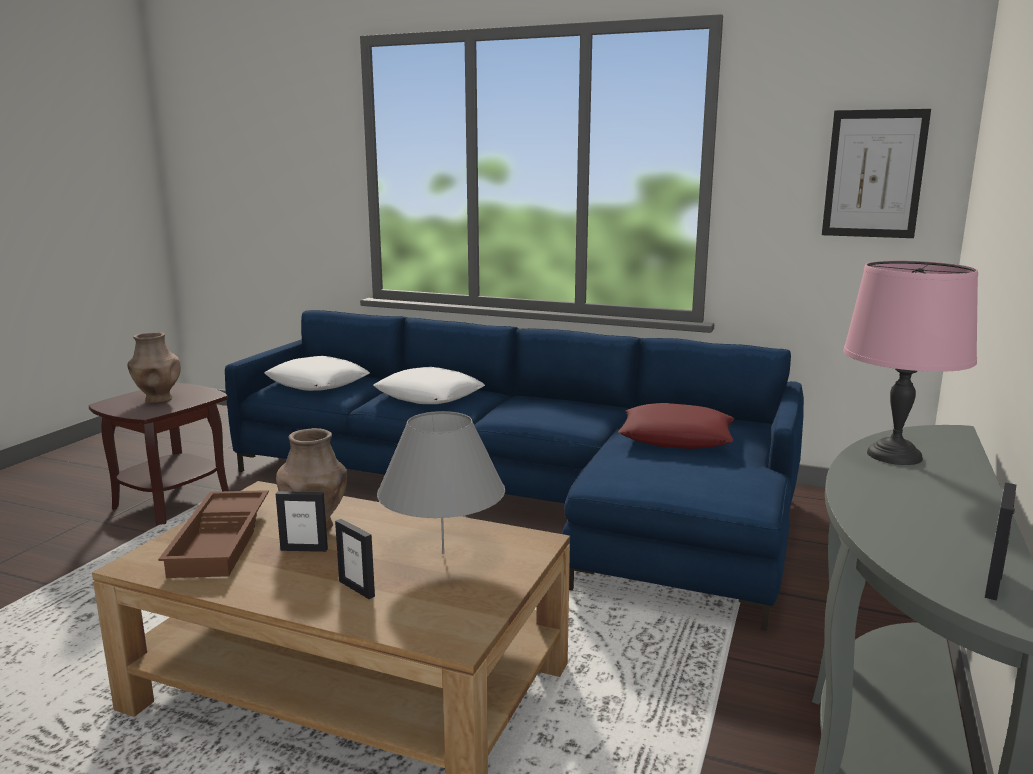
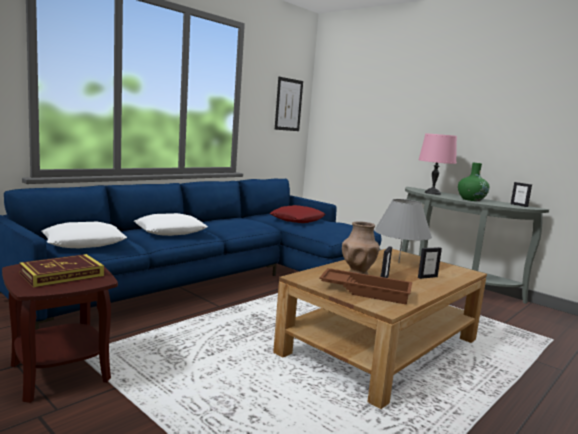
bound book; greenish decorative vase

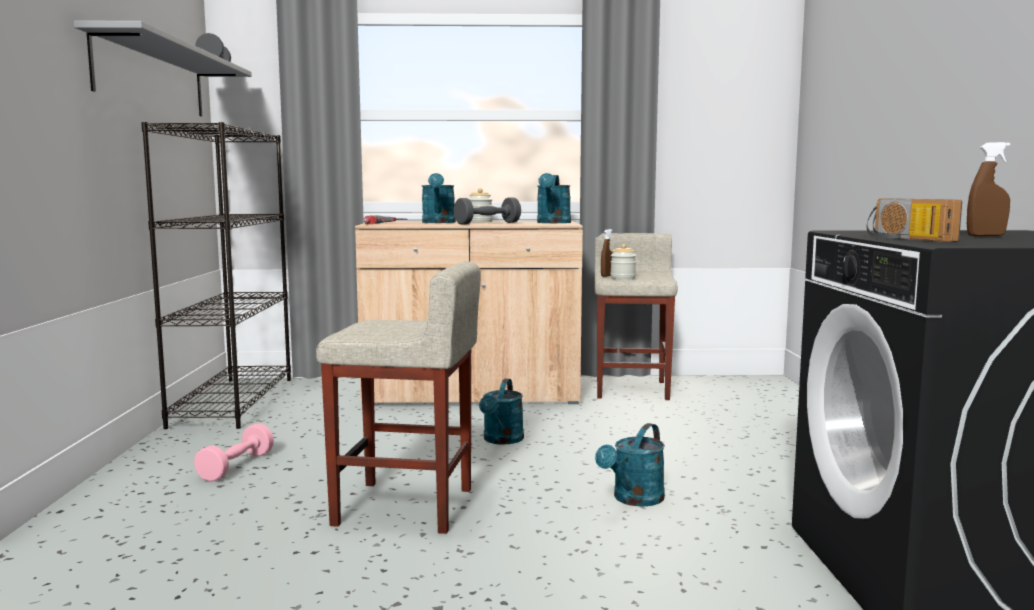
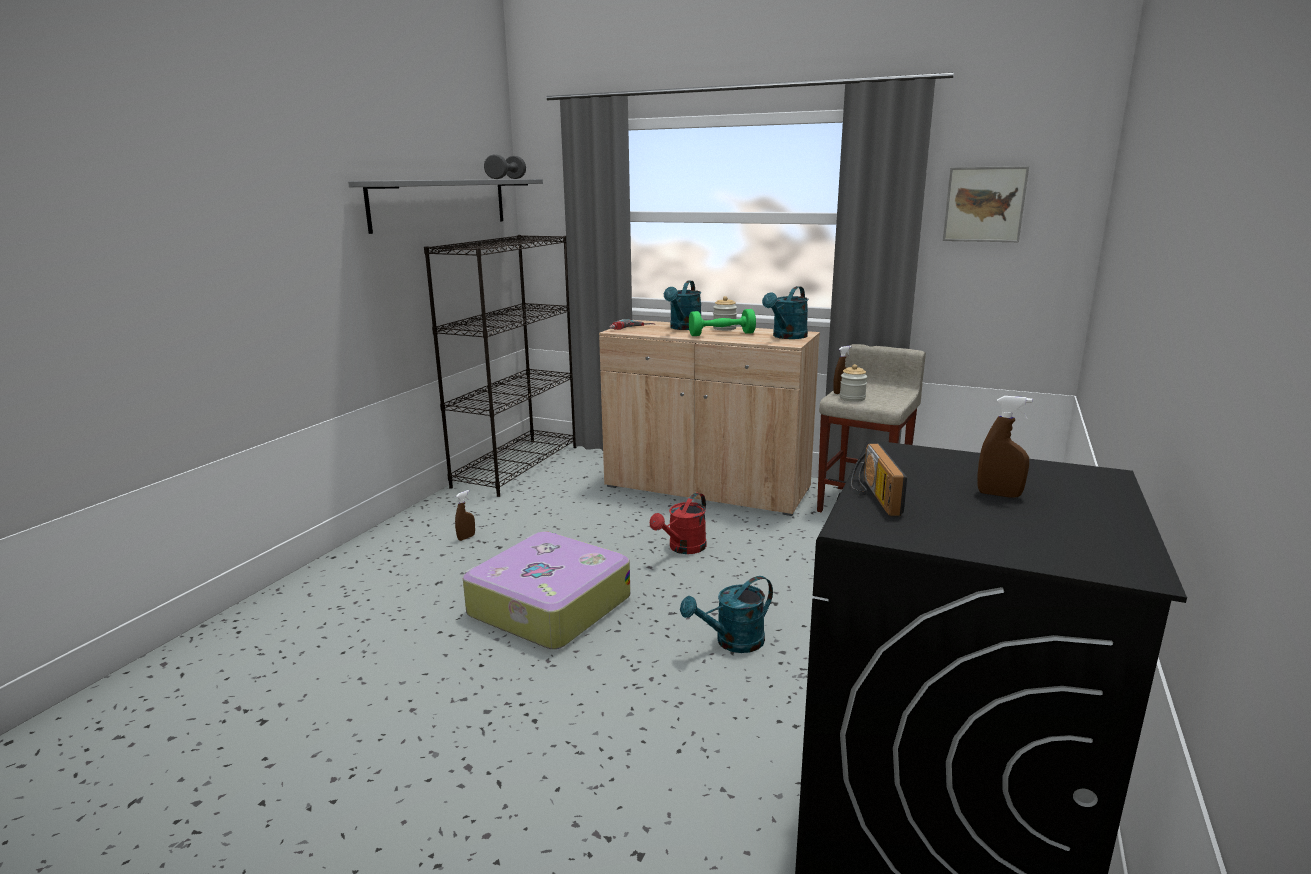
brown sprayer (no. 1 from left); suitcase; greenish dumbbell; reddish watering pot; wall picture

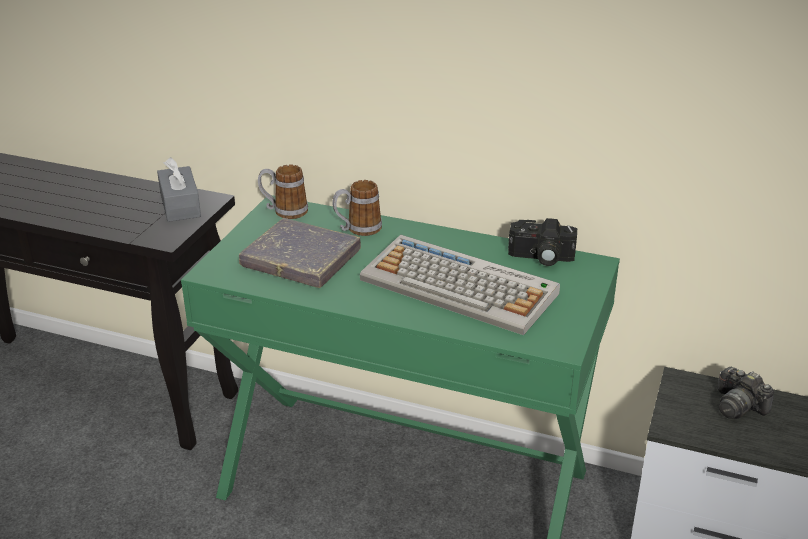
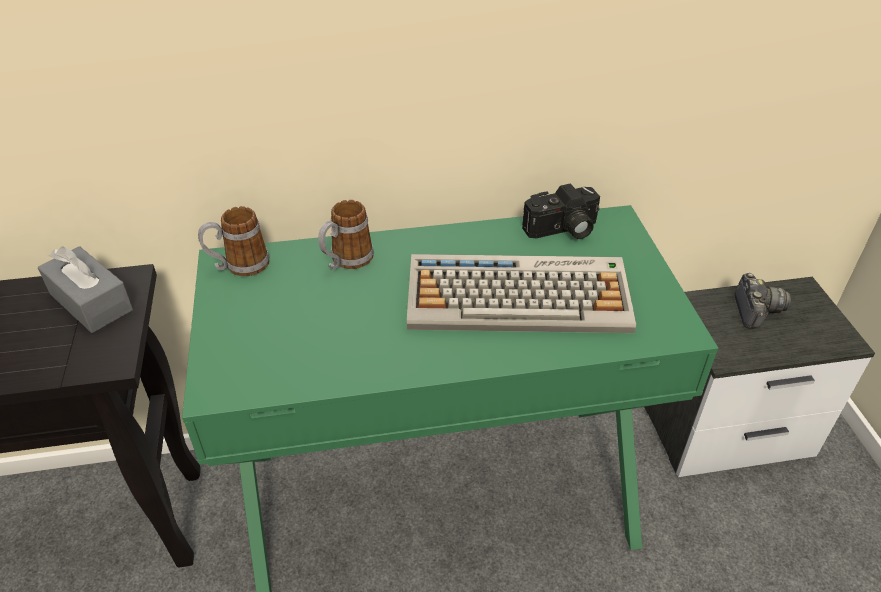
gray bound book; still camera (no. 2 from left)

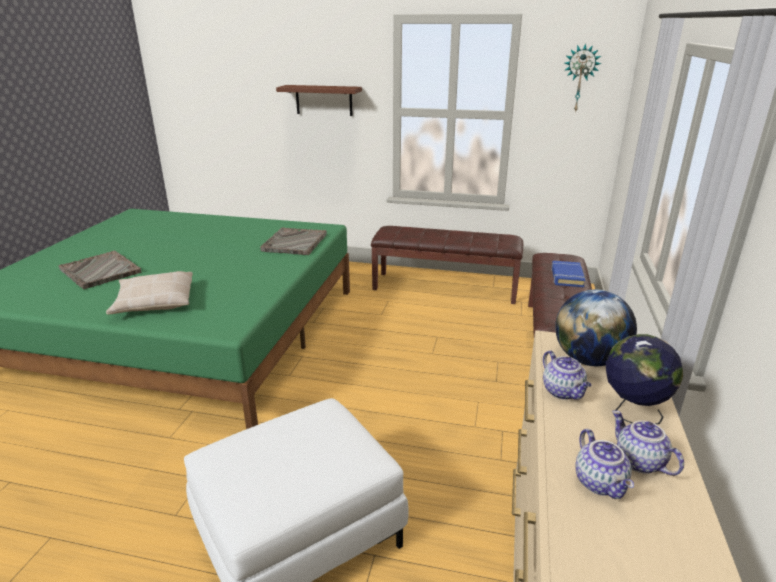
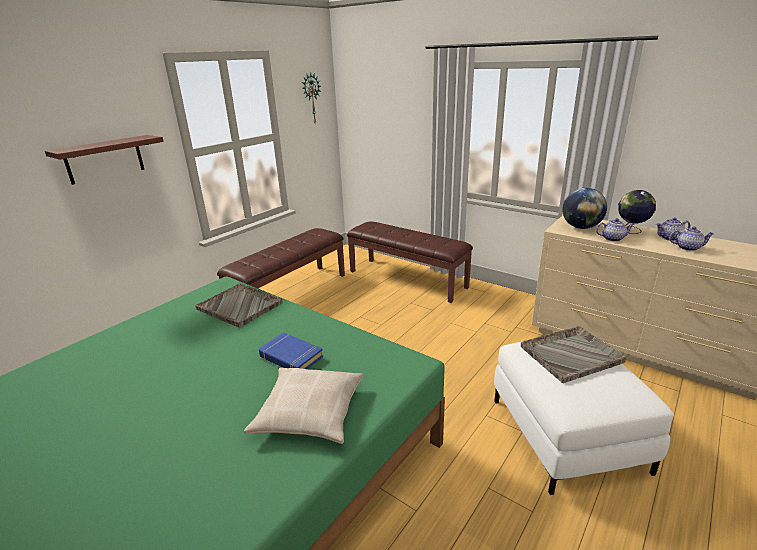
gray tray (no. 2 from left); blue bound book

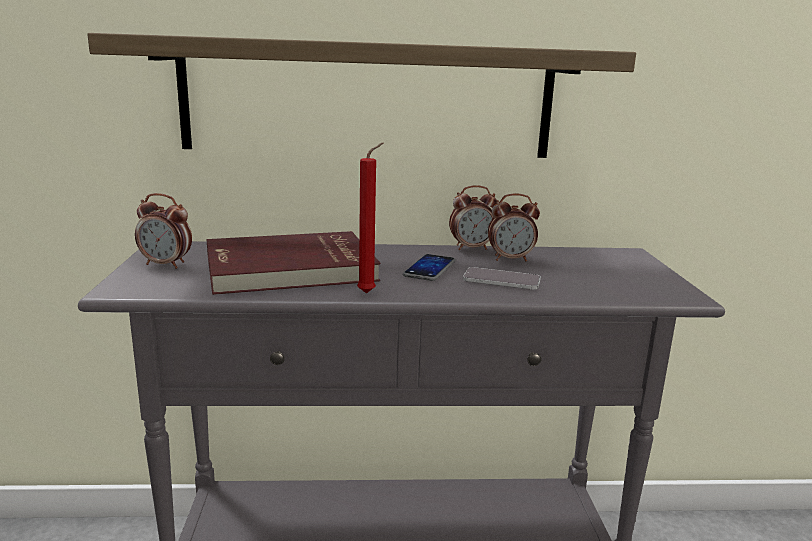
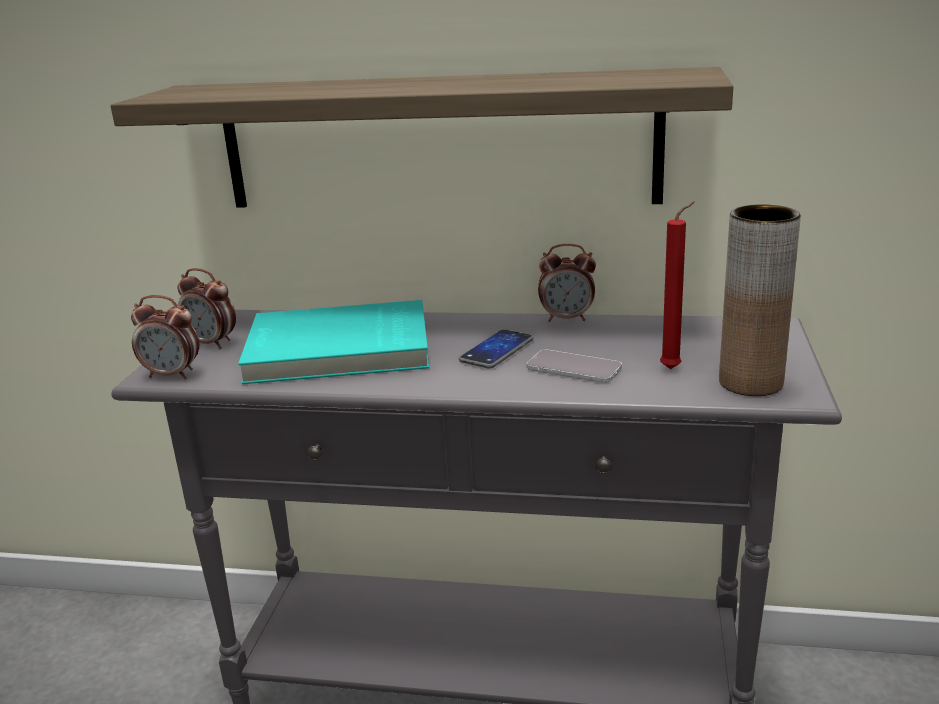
blue-green bound book; reddish wax candle; bedside clock (no. 1 from left); brown decorative vase

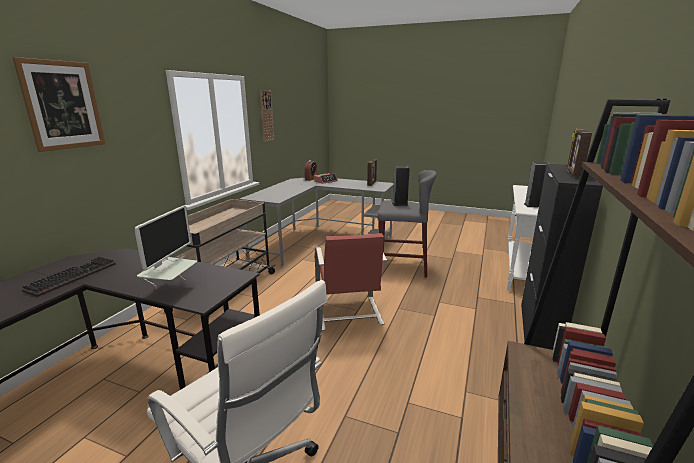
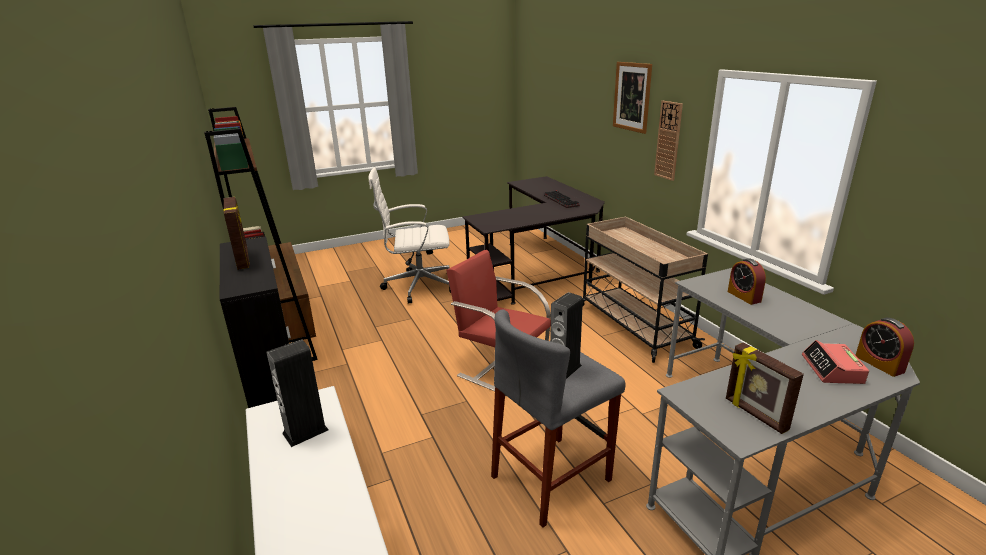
monitor; hanging clock; bedside clock (no. 1 from left)

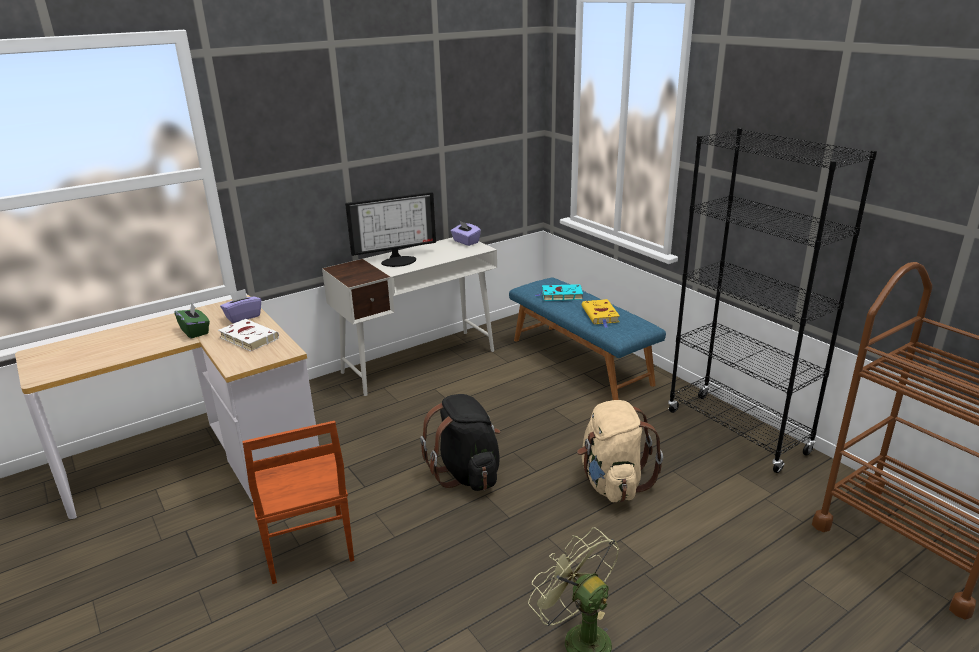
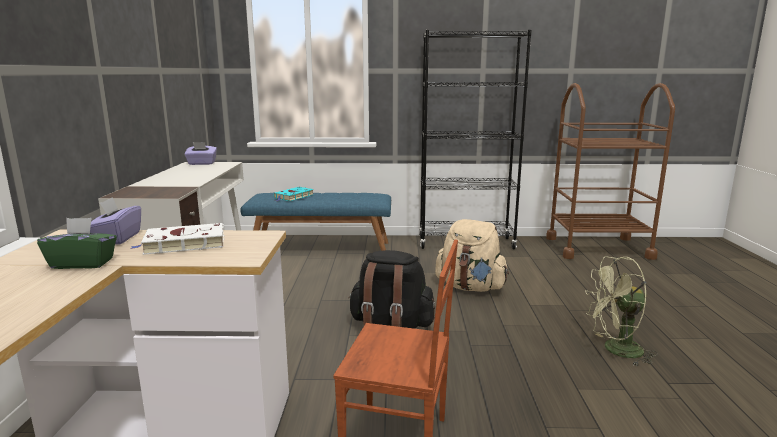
monitor; yellowish bound book

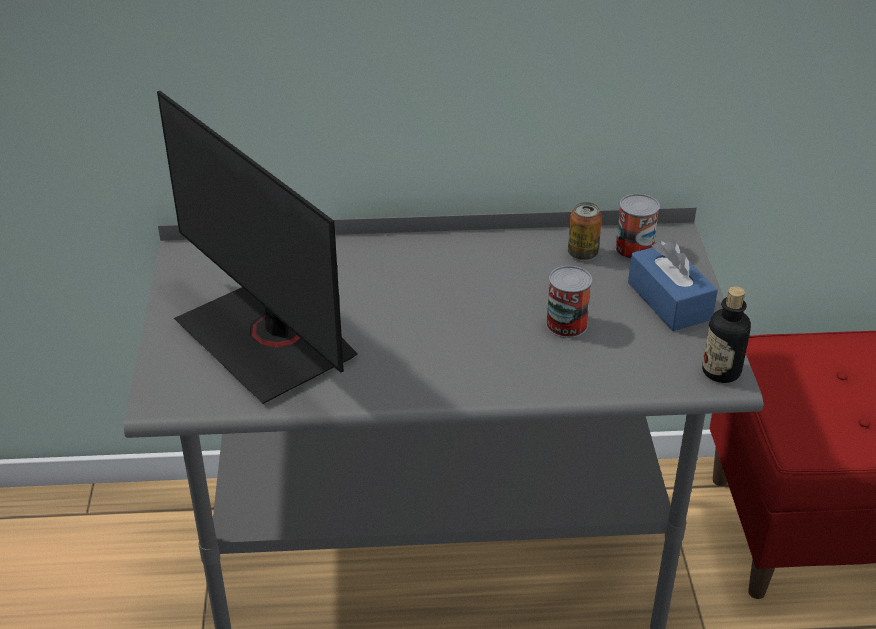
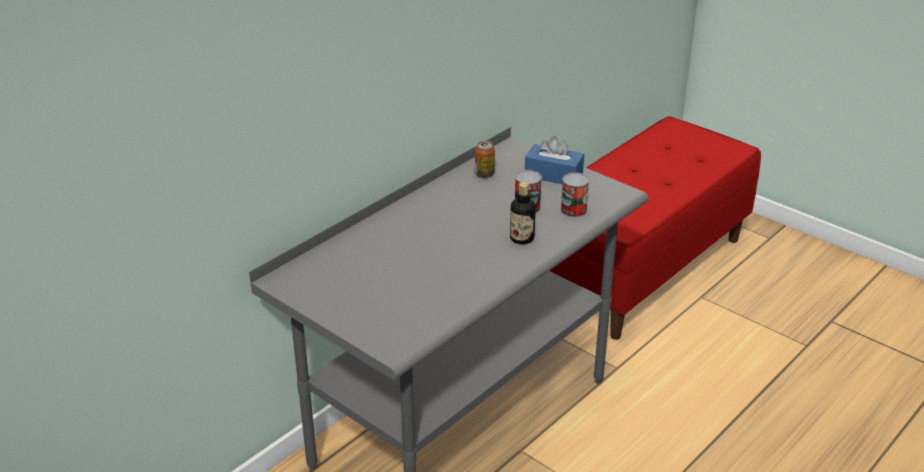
monitor; sealed can (no. 3 from left); beverage bottle

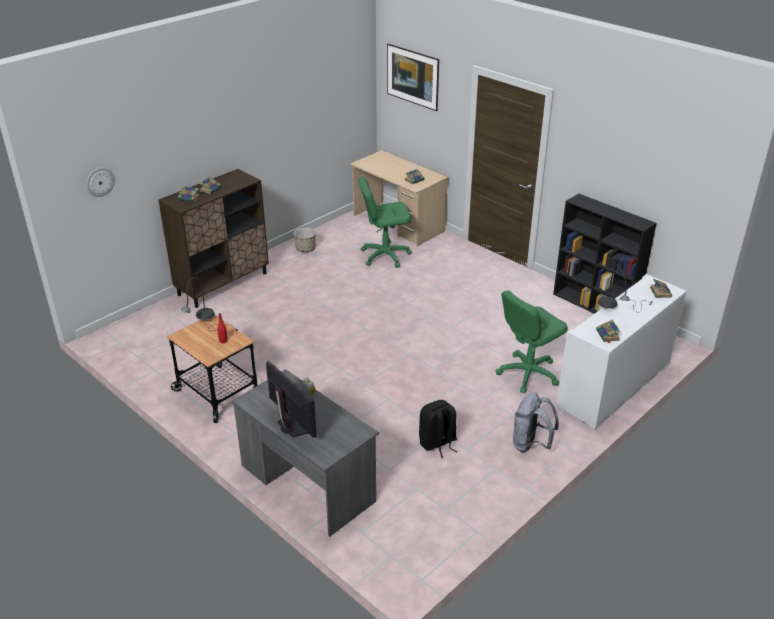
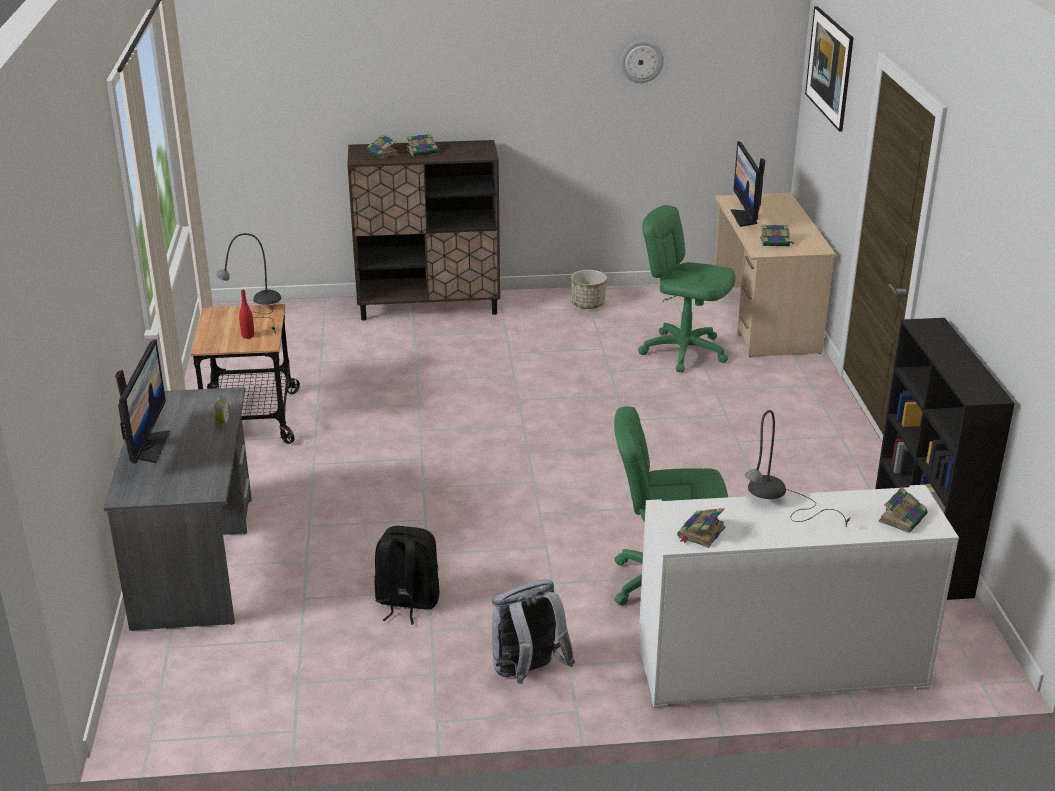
hanging clock; monitor (no. 2 from left)

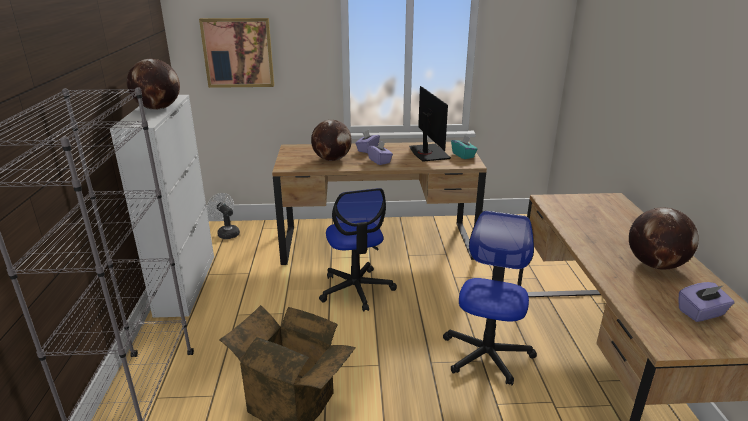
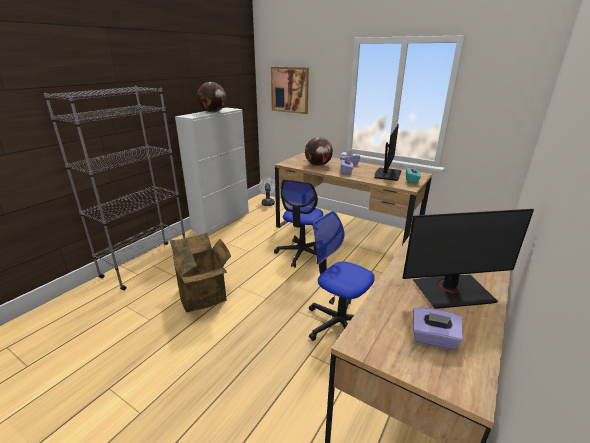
desk chair (no. 2 from left); monitor (no. 2 from left)

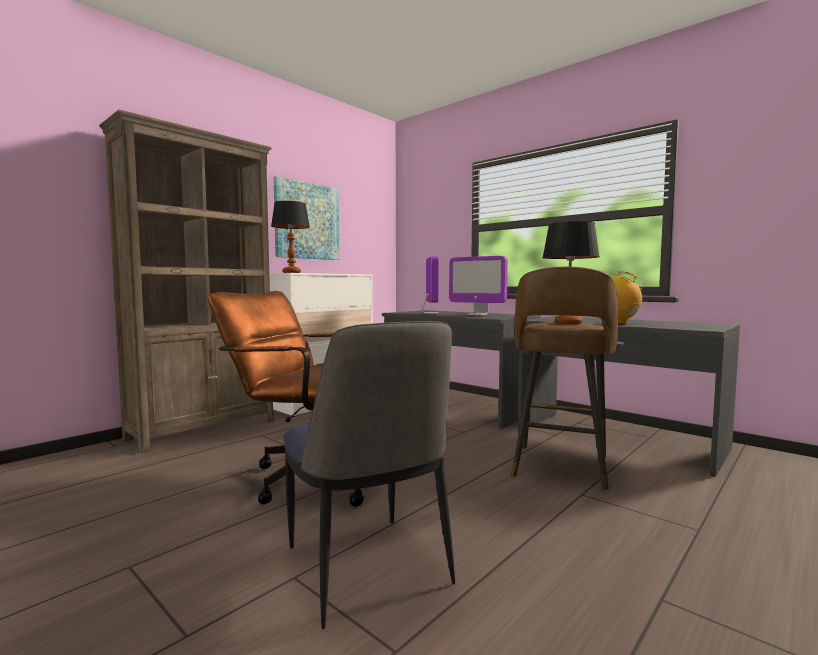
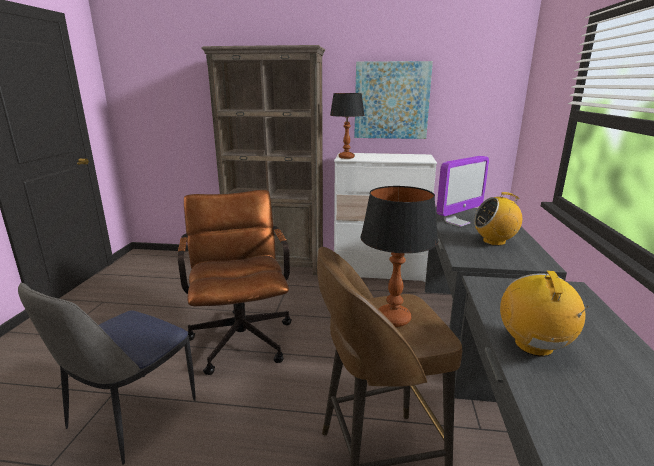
radio set (no. 1 from left)

